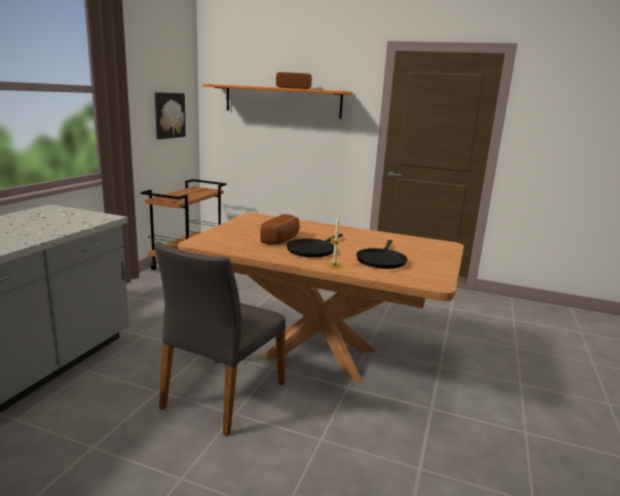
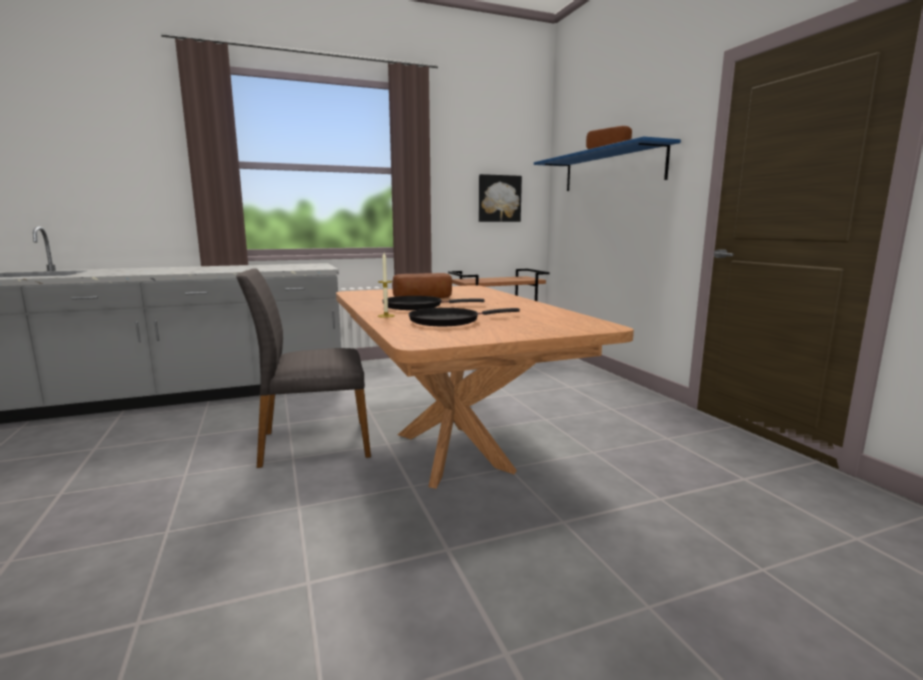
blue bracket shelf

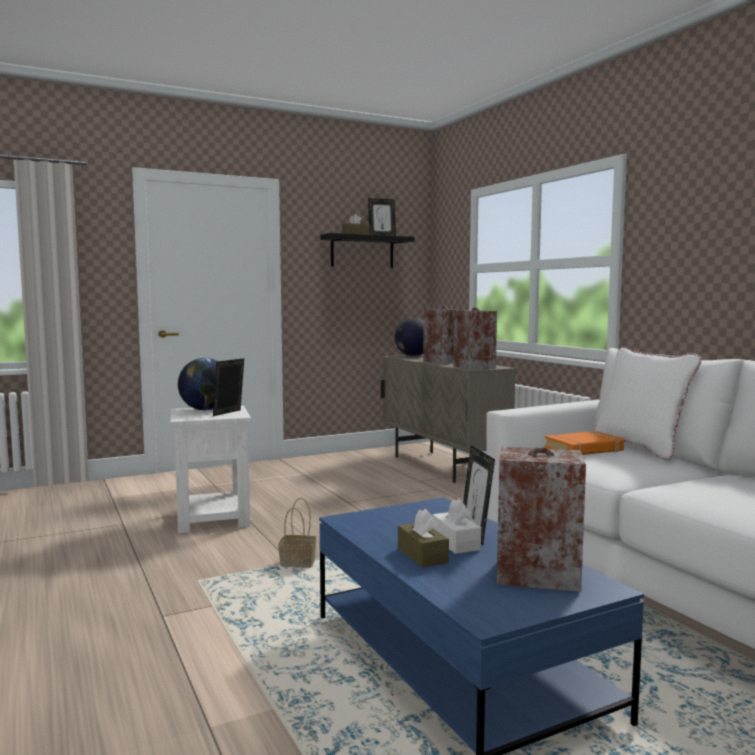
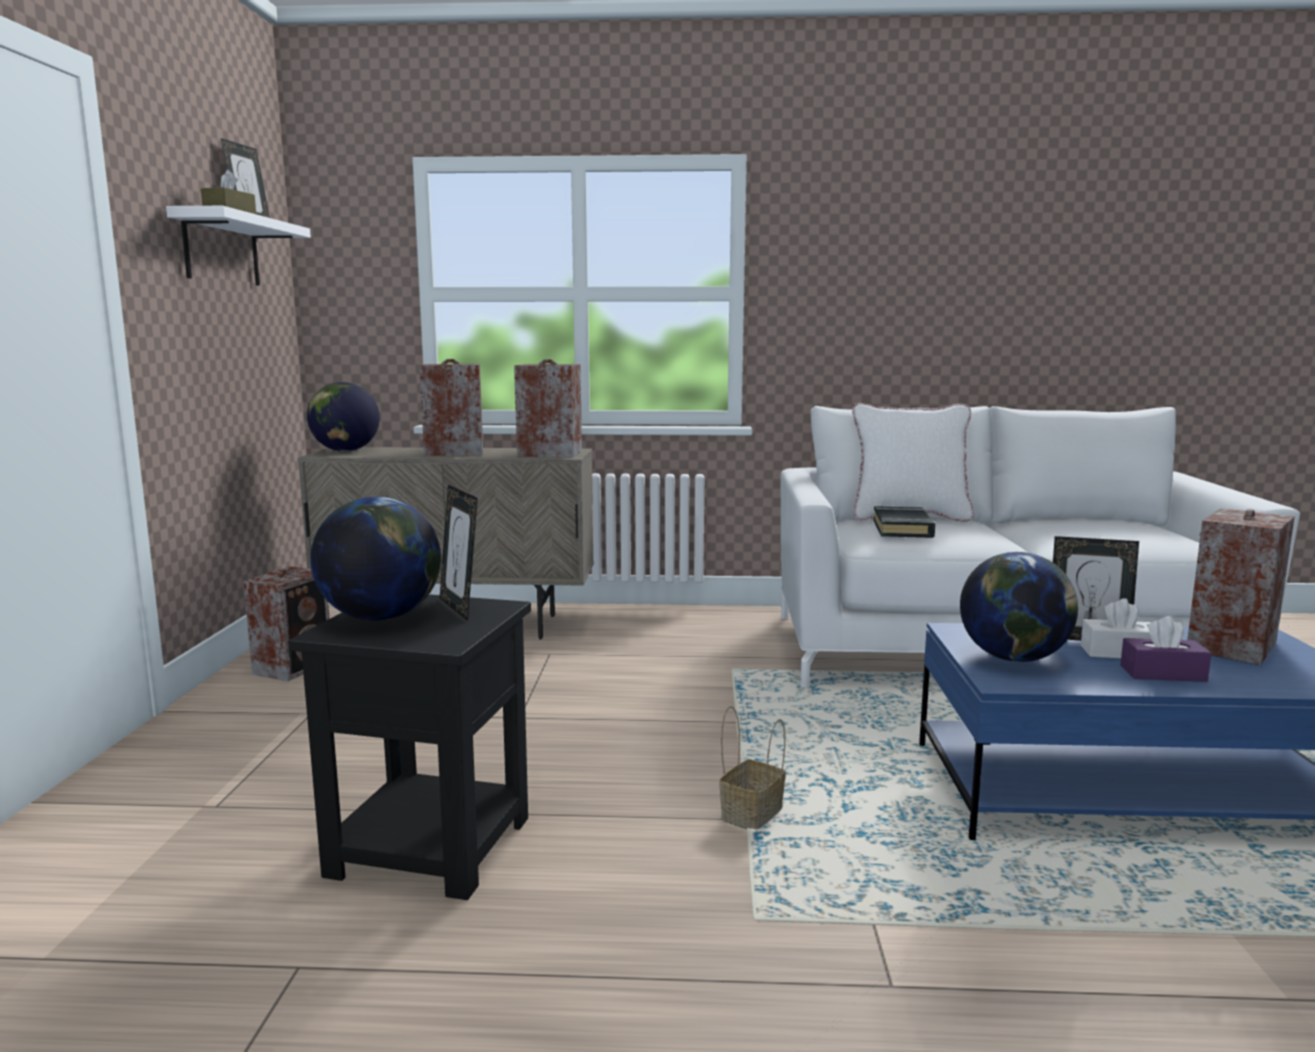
black-coloured side table; white-coloured bracket shelf; purple-coloured tissue box; black-coloured bound book; loudspeaker (no. 1 from left); desk globe (no. 3 from left)

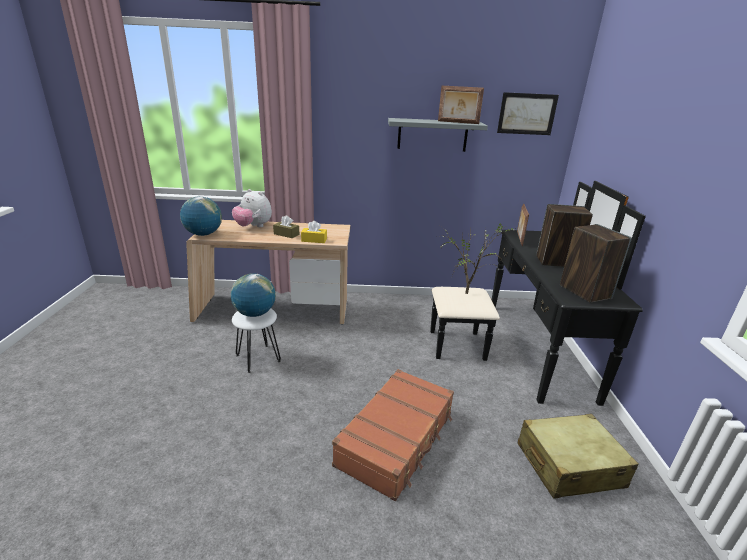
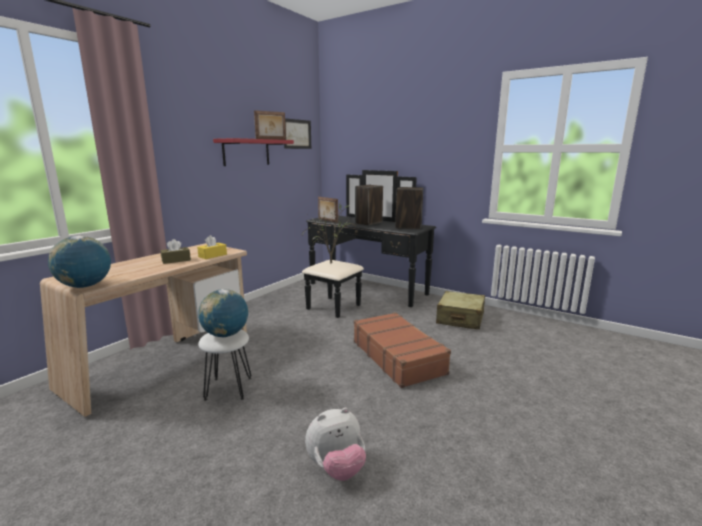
soft toy; reddish bracket shelf

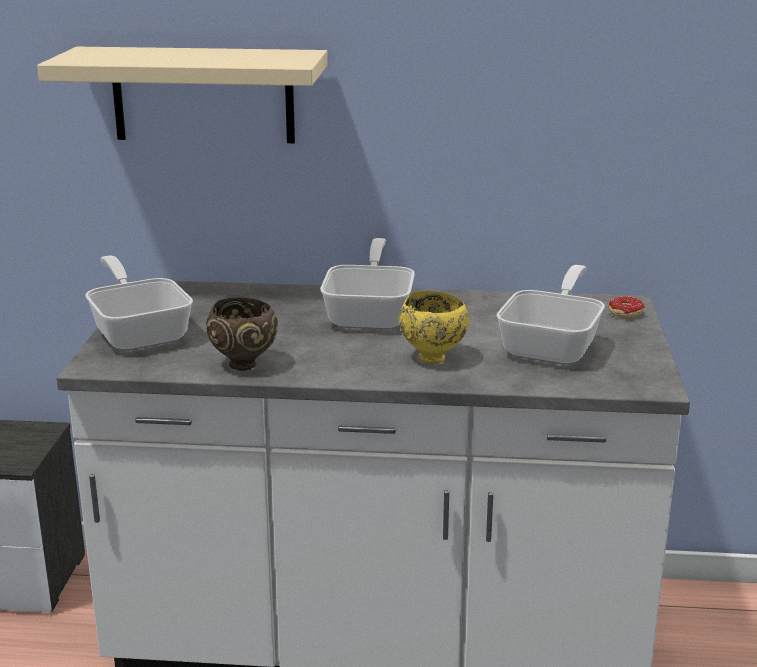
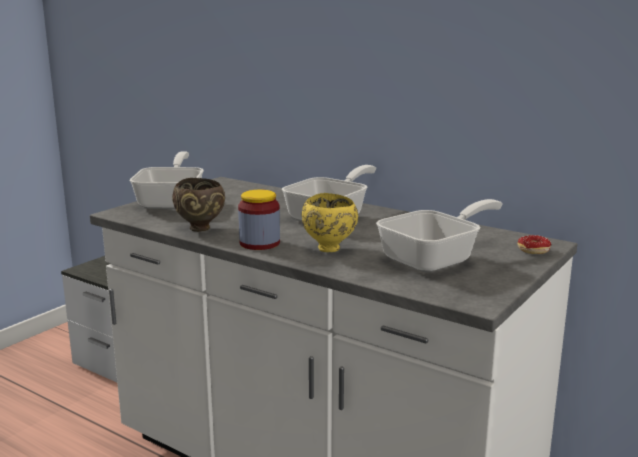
sand-coloured bracket shelf; preserve jar

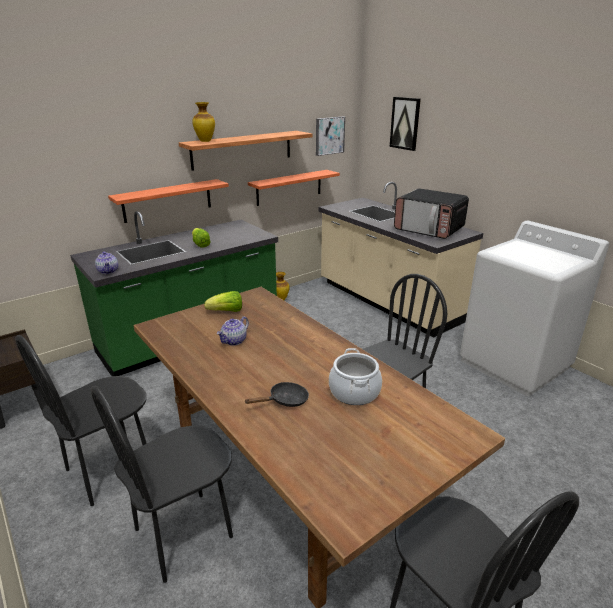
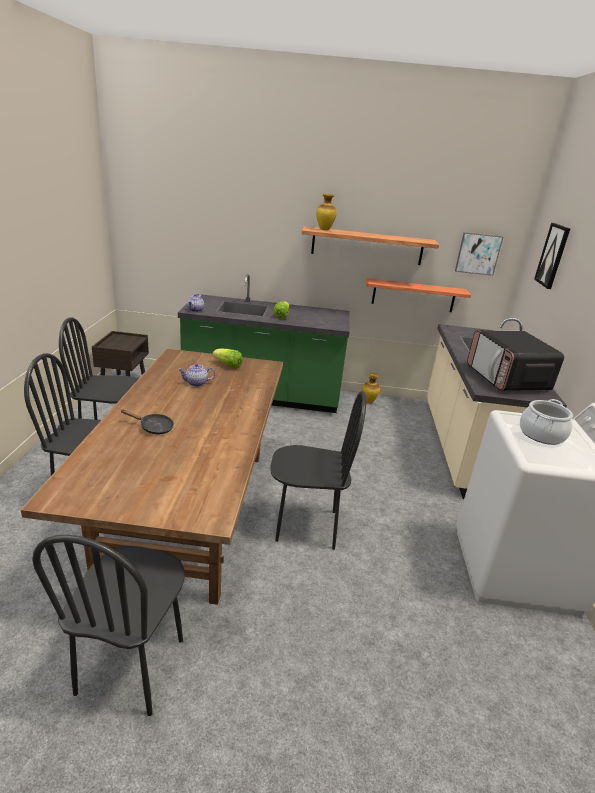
bracket shelf (no. 1 from left in the first image); cooking pot

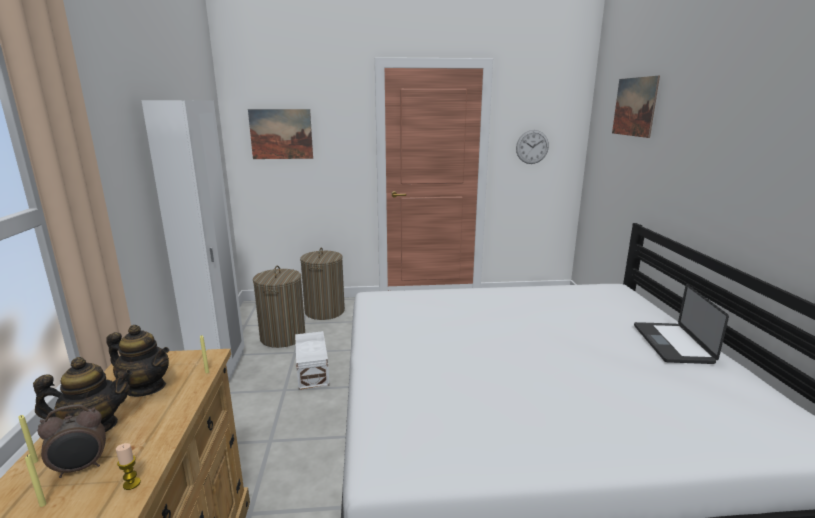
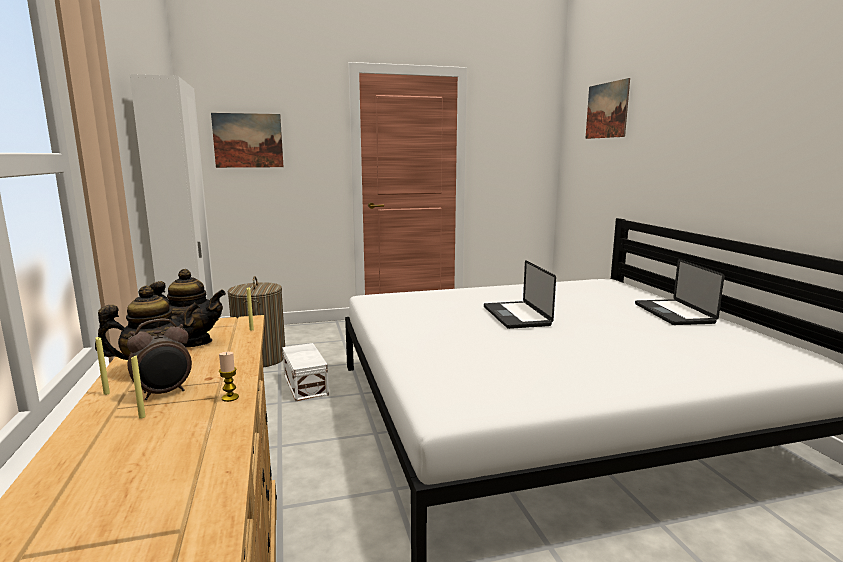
laundry basket (no. 2 from left in the first image); hanging clock; portable computer (no. 1 from left)

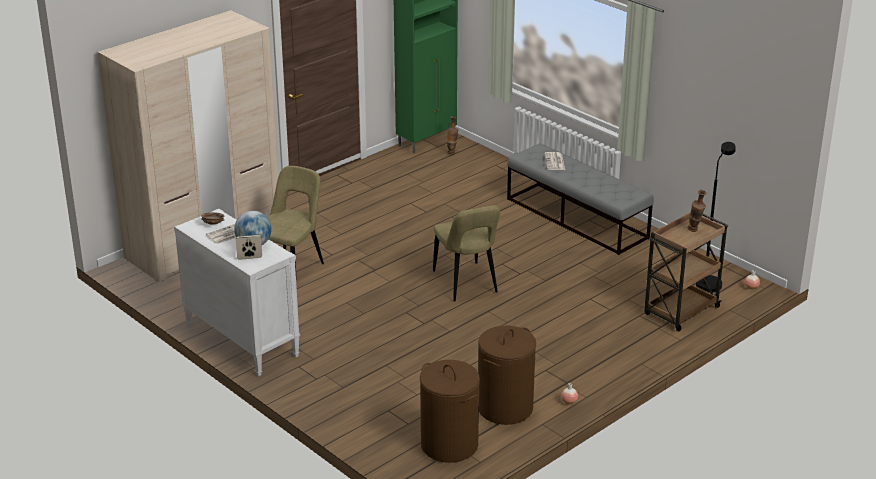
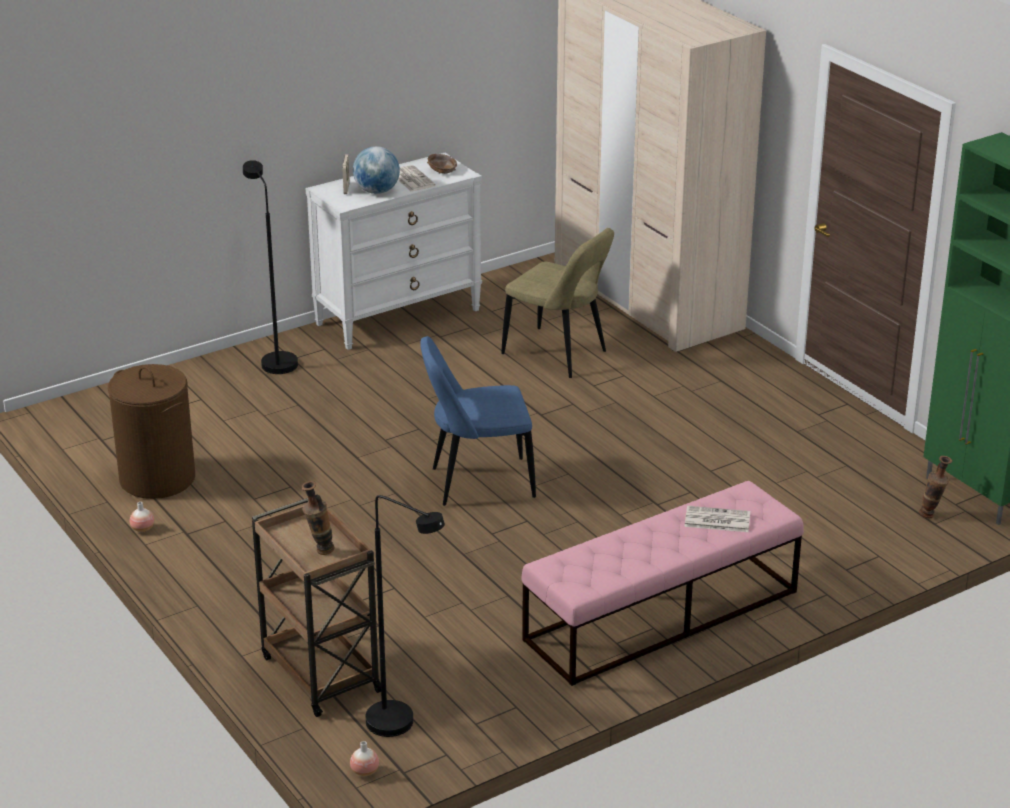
brown laundry basket (no. 1 from left in the first image); blue plain chair; pinkish bench; black-coloured standing lamp (no. 1 from left)

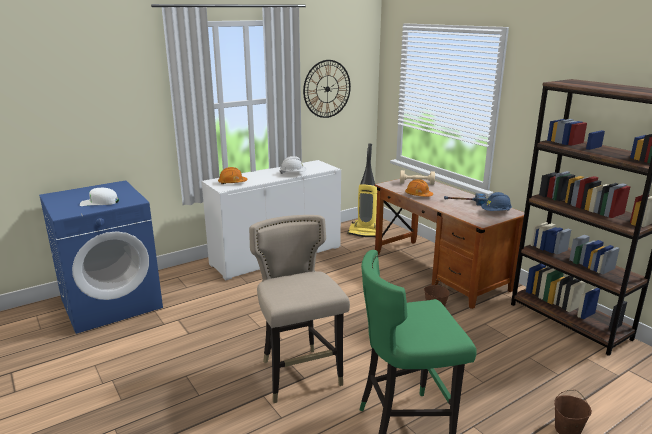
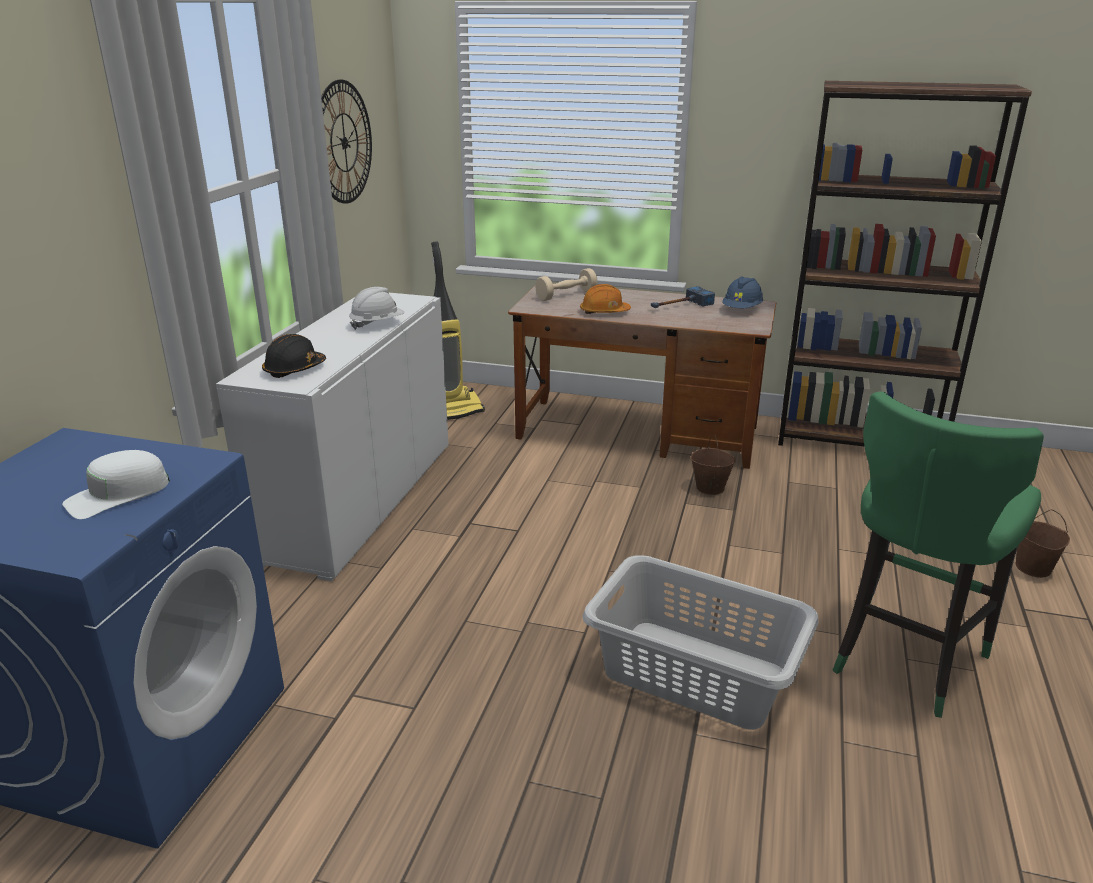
black-coloured work helmet; gray laundry basket

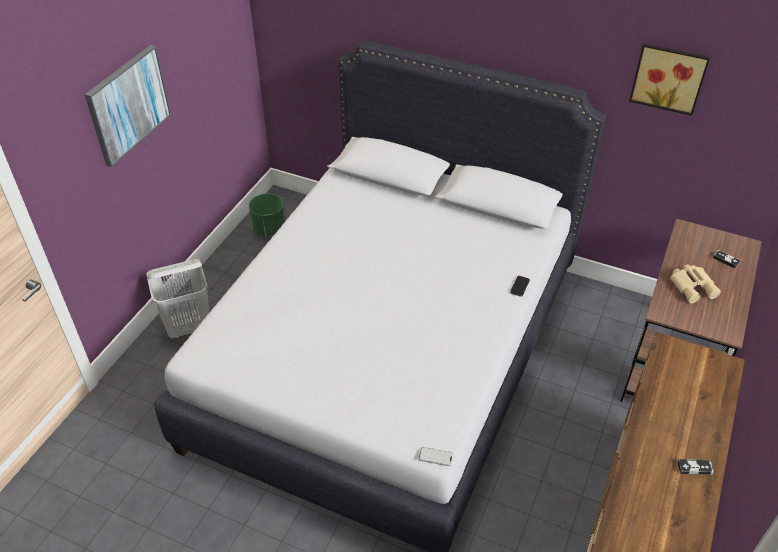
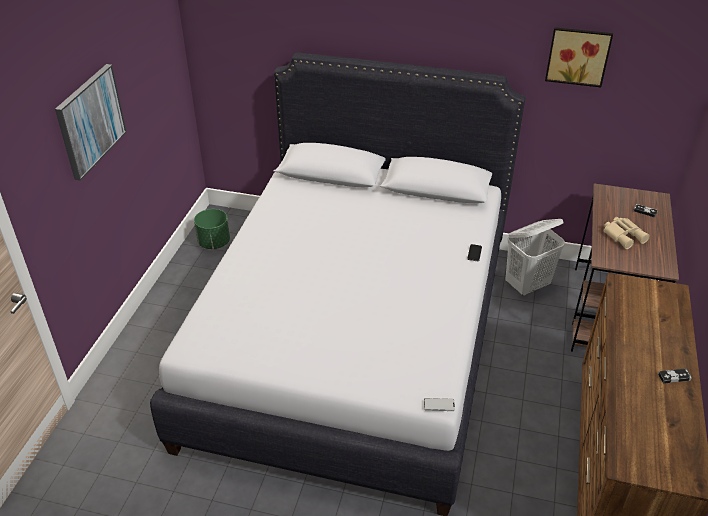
white-coloured laundry basket

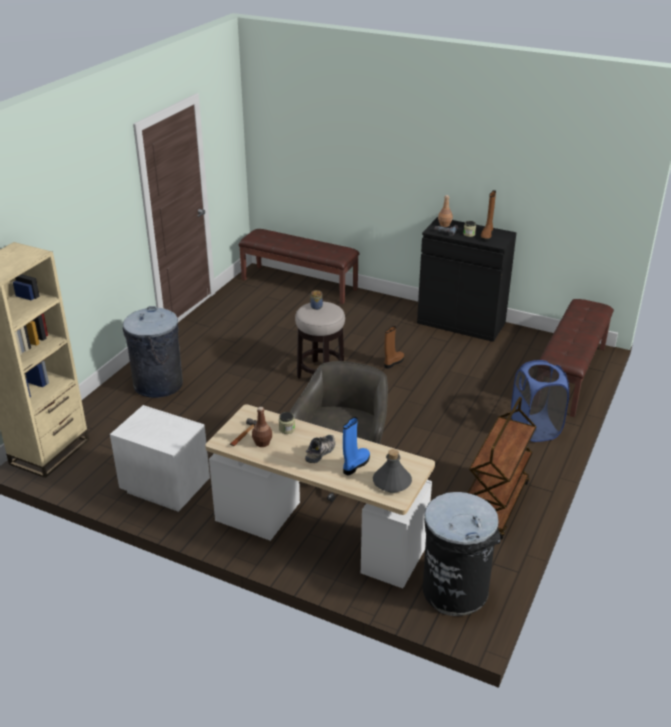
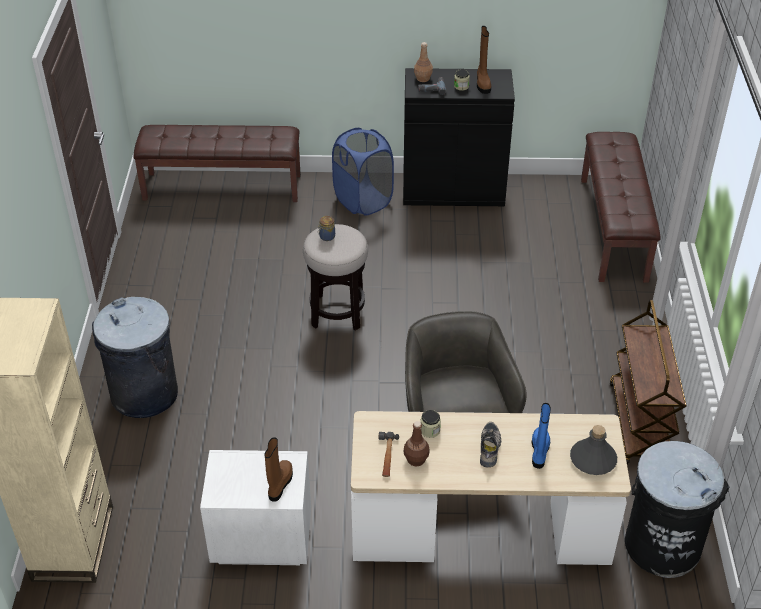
brown tall boot (no. 1 from left); blue laundry basket

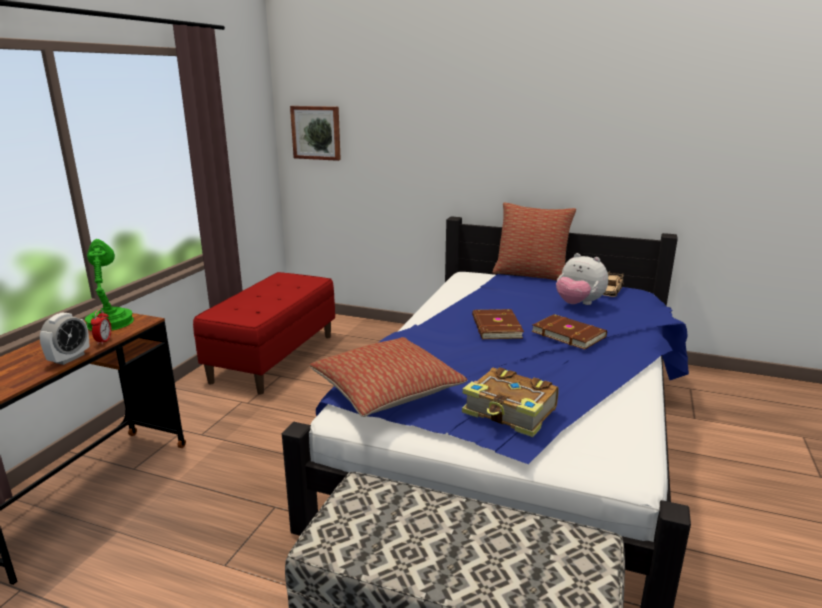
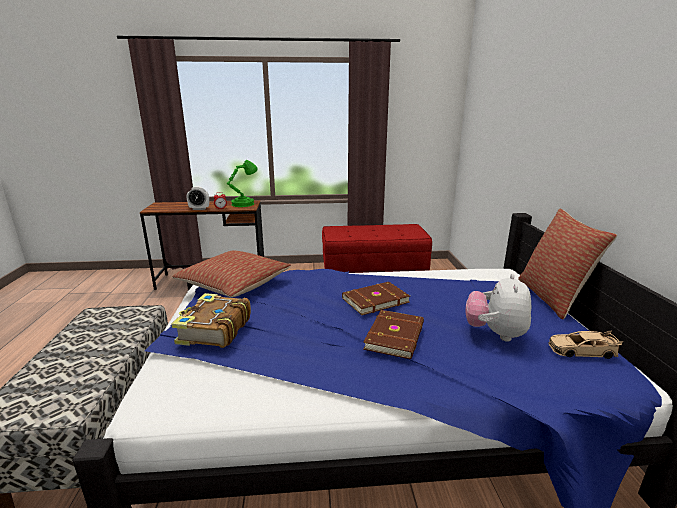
wall picture

